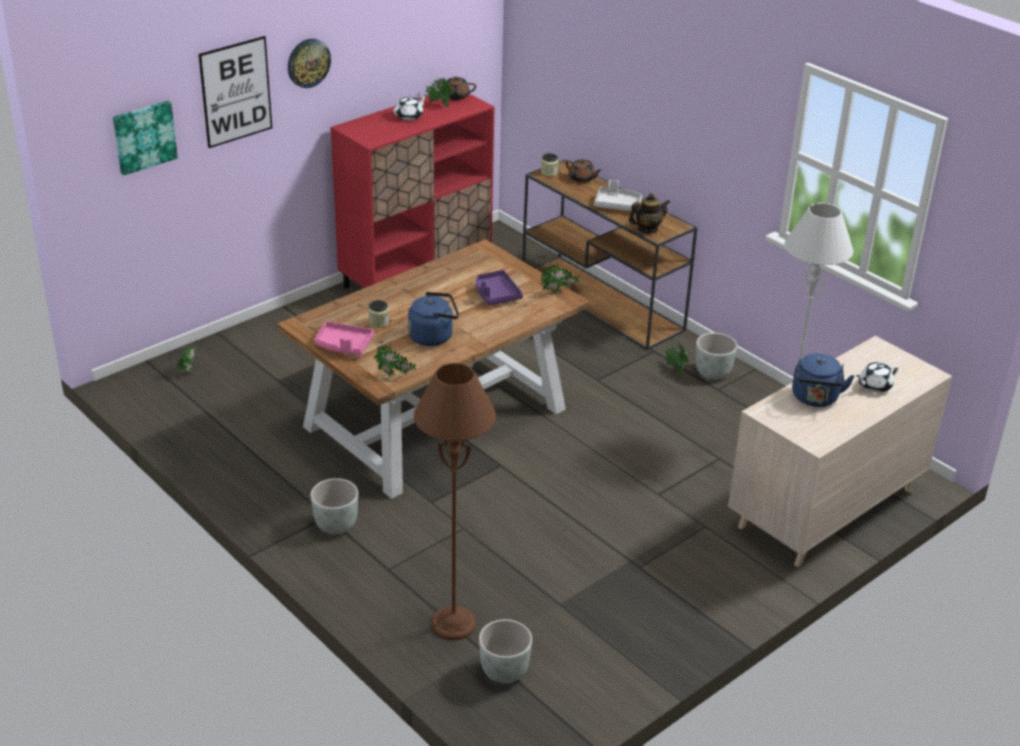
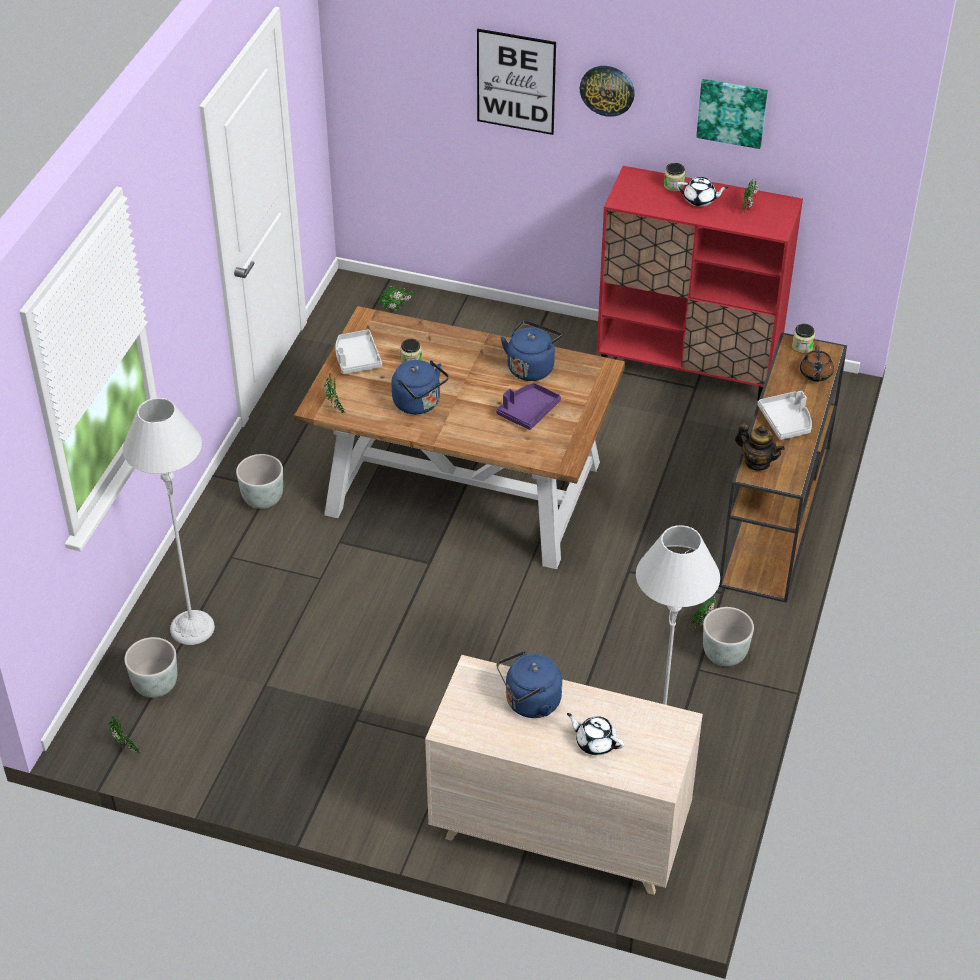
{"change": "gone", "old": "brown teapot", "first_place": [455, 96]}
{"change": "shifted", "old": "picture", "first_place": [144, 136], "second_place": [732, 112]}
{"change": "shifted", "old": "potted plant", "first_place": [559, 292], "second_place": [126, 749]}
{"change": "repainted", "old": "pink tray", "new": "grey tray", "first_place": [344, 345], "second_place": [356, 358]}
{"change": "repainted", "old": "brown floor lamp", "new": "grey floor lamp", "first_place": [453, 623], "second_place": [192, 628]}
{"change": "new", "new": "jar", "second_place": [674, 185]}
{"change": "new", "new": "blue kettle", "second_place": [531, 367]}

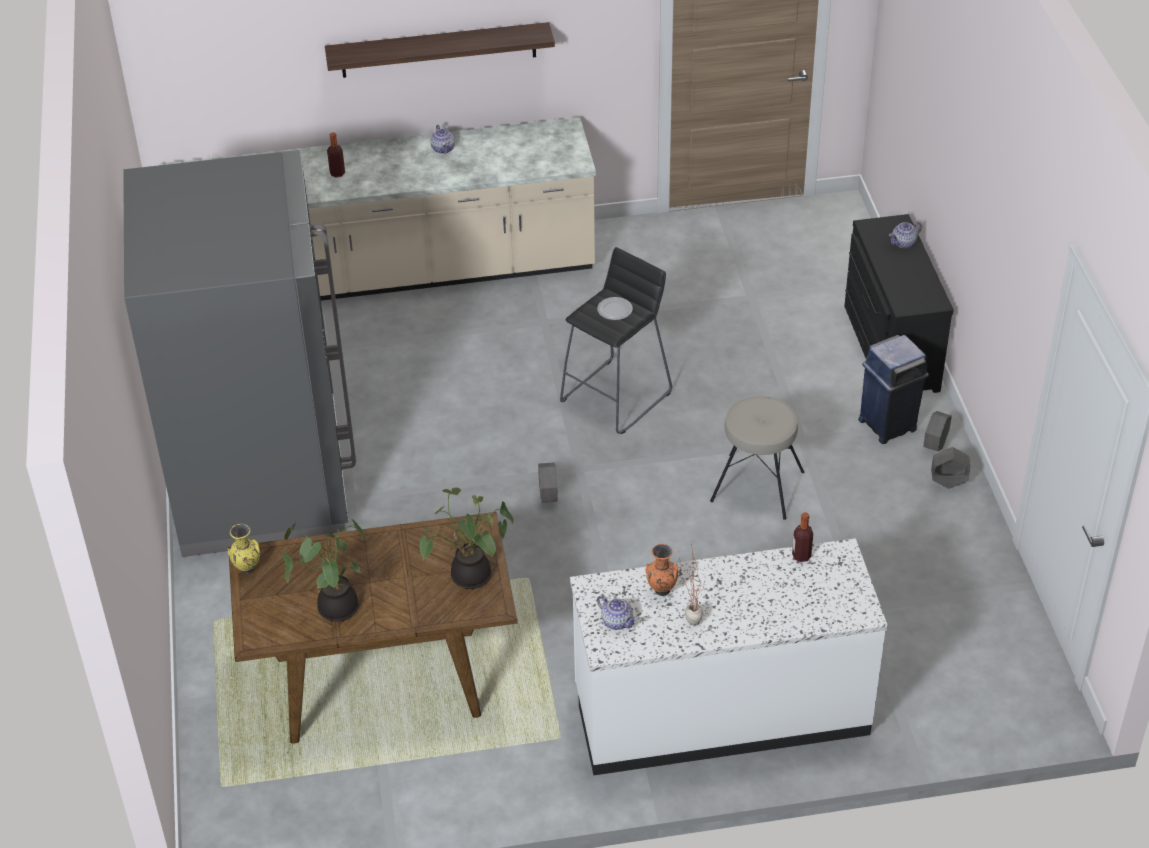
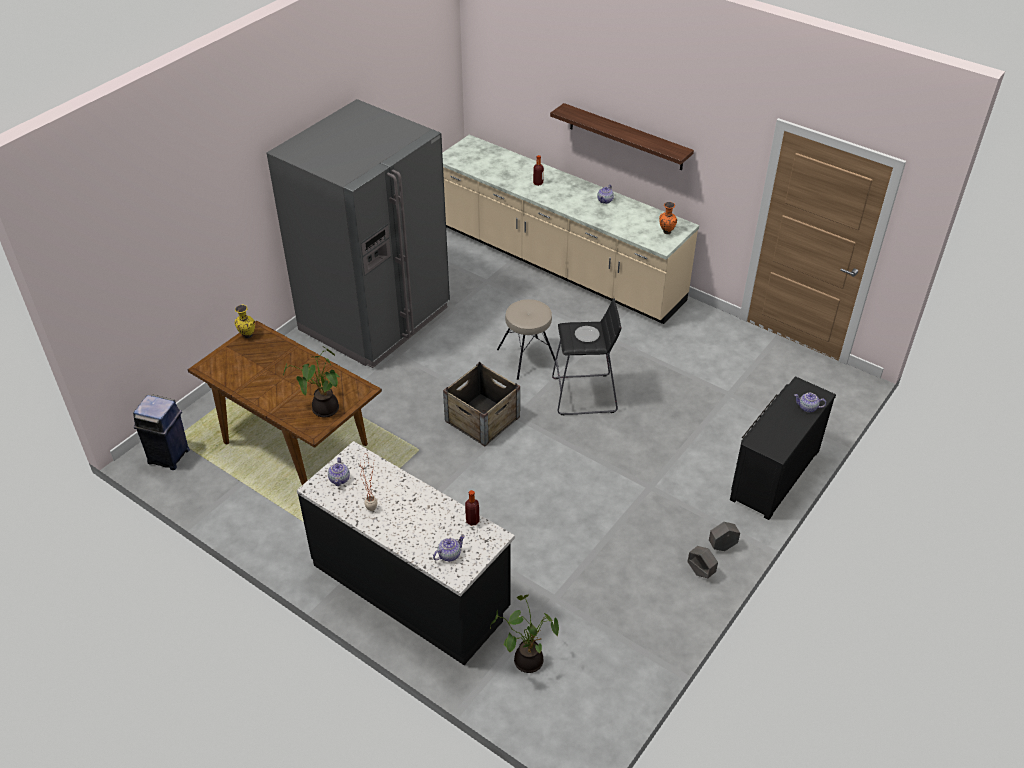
{"change": "shifted", "old": "blue trash can", "first_place": [888, 424], "second_place": [169, 456]}
{"change": "shifted", "old": "beige stool", "first_place": [757, 485], "second_place": [528, 357]}
{"change": "swapped", "old": "grey planter", "new": "crate", "first_place": [548, 497], "second_place": [482, 419]}
{"change": "shifted", "old": "potted plant", "first_place": [334, 607], "second_place": [527, 659]}
{"change": "repainted", "old": "white counter", "new": "black counter", "first_place": [720, 711], "second_place": [411, 587]}
{"change": "shifted", "old": "orange vase", "first_place": [661, 592], "second_place": [666, 232]}
{"change": "new", "new": "teapot", "second_place": [449, 555]}

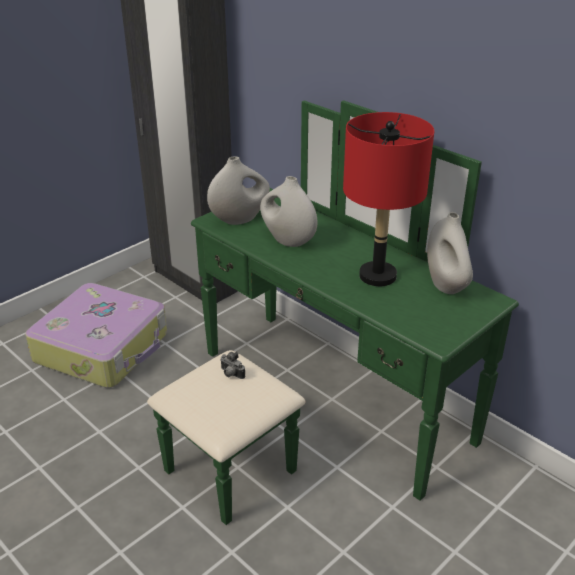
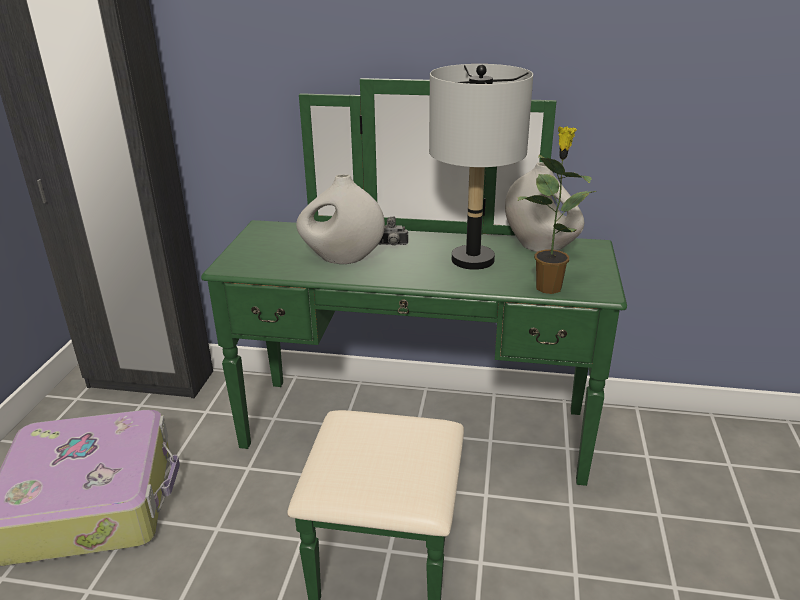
{"change": "repainted", "old": "red table lamp", "new": "grey table lamp", "first_place": [377, 276], "second_place": [472, 260]}
{"change": "gone", "old": "white vase", "first_place": [239, 219]}
{"change": "shifted", "old": "photo camera", "first_place": [231, 374], "second_place": [391, 245]}
{"change": "new", "new": "potted plant", "second_place": [548, 286]}

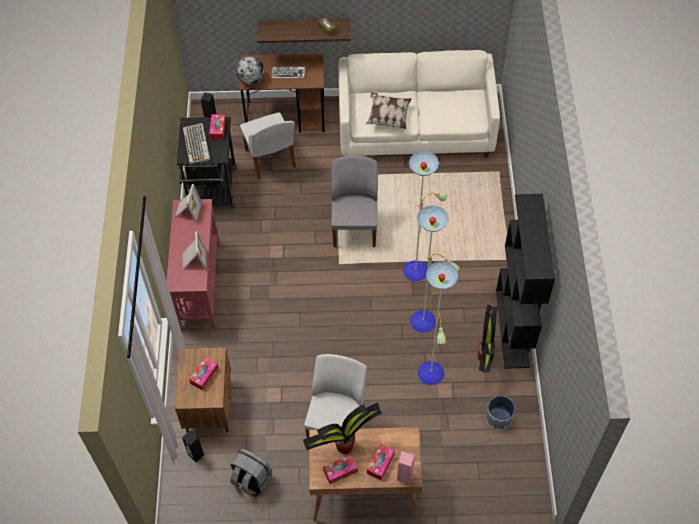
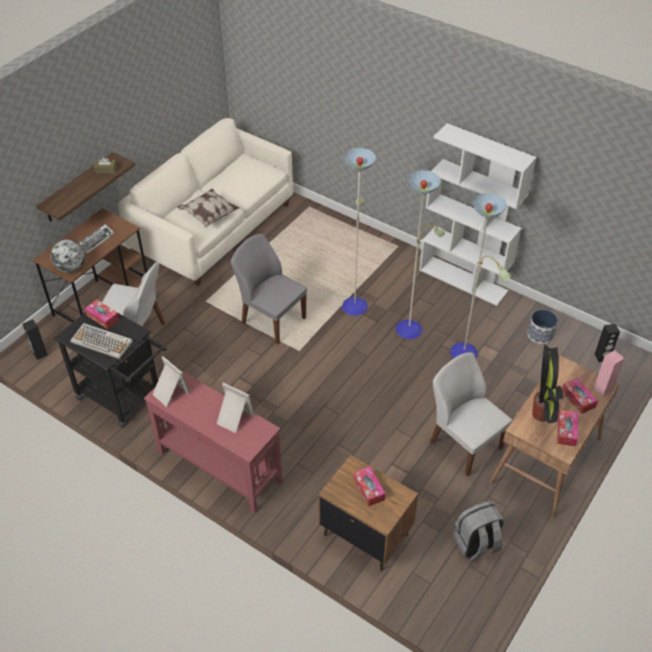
{"change": "repainted", "old": "black bookcase", "new": "white bookcase", "first_place": [513, 328], "second_place": [463, 280]}
{"change": "gone", "old": "potted plant", "first_place": [485, 357]}
{"change": "shifted", "old": "black speaker", "first_place": [195, 455], "second_place": [602, 357]}

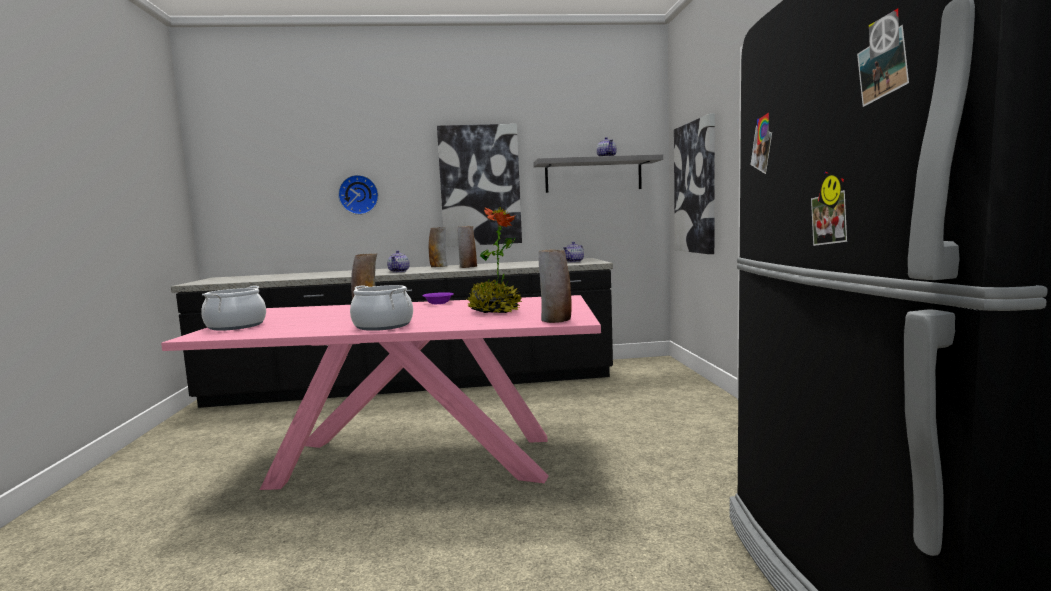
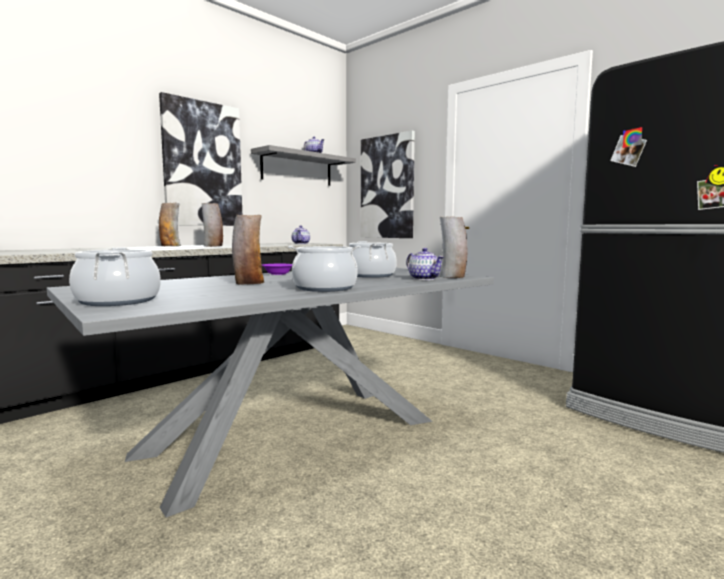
{"change": "gone", "old": "wall clock", "first_place": [359, 194]}
{"change": "swapped", "old": "potted plant", "new": "cooking pot", "first_place": [495, 311], "second_place": [370, 275]}
{"change": "shifted", "old": "teapot", "first_place": [399, 271], "second_place": [424, 278]}
{"change": "repainted", "old": "pink dining table", "new": "grey dining table", "first_place": [416, 460], "second_place": [295, 436]}

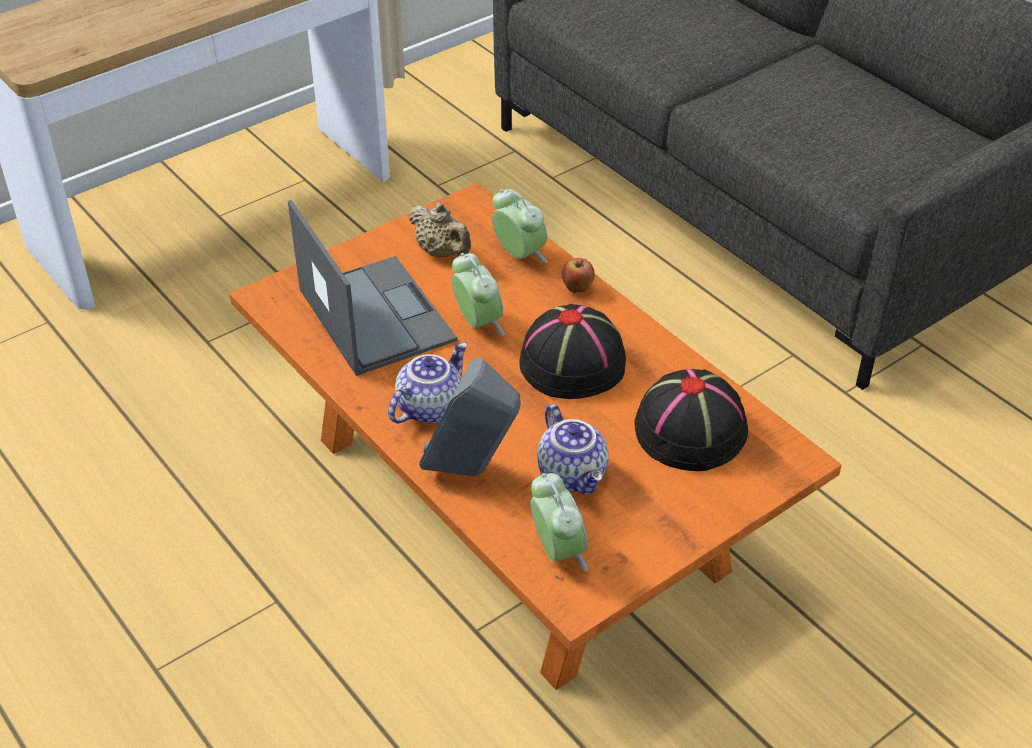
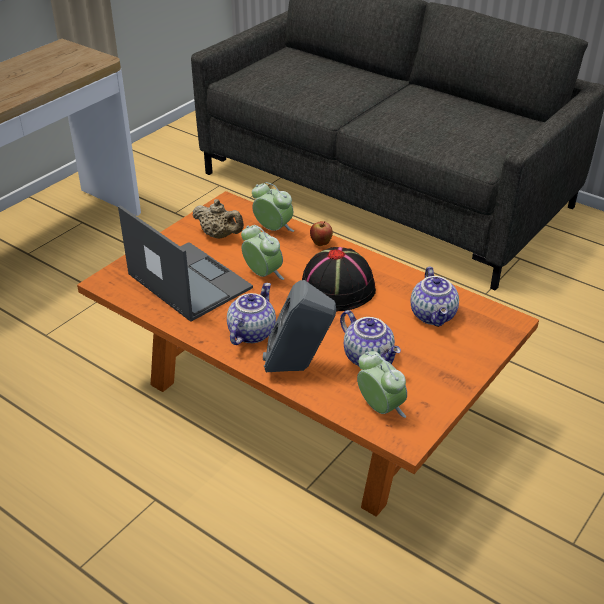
{"change": "swapped", "old": "black hat", "new": "teapot", "first_place": [691, 429], "second_place": [434, 315]}

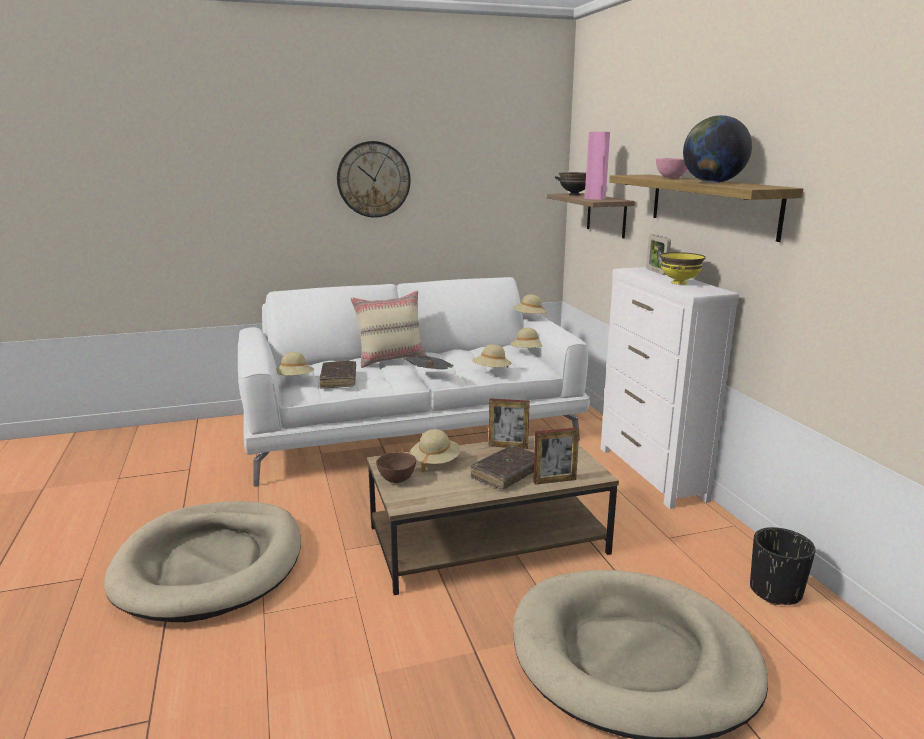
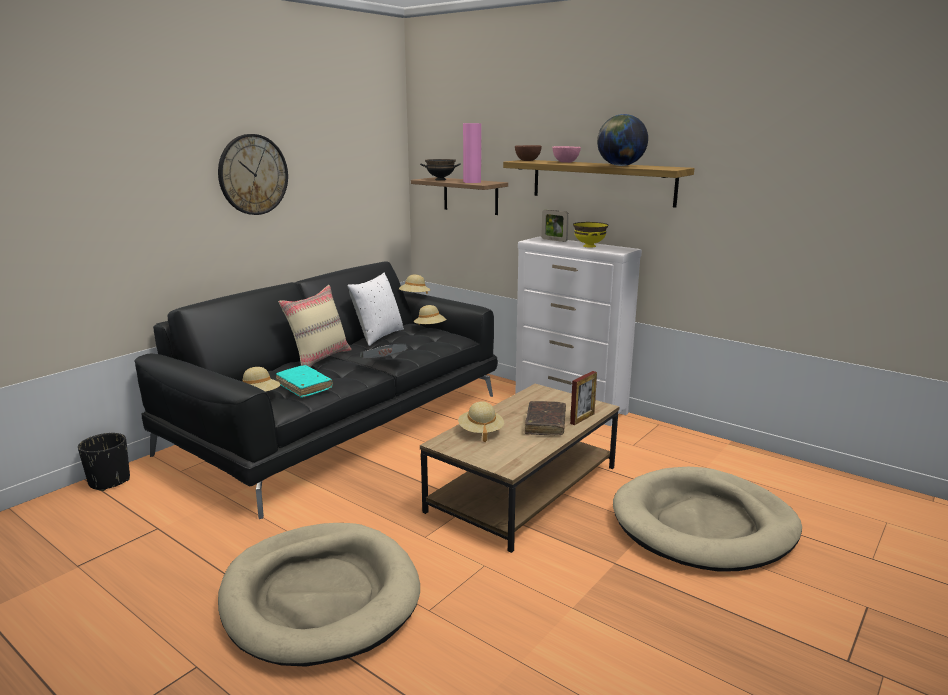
{"change": "repainted", "old": "white sofa", "new": "black sofa", "first_place": [412, 427], "second_place": [341, 423]}
{"change": "gone", "old": "beige hat", "first_place": [491, 371]}
{"change": "repainted", "old": "brown book", "new": "turquoise book", "first_place": [338, 380], "second_place": [304, 387]}
{"change": "gone", "old": "picture frame", "first_place": [508, 446]}
{"change": "shifted", "old": "brown bowl", "first_place": [396, 480], "second_place": [527, 161]}
{"change": "shifted", "old": "black planter", "first_place": [775, 591], "second_place": [109, 481]}
{"change": "new", "new": "white pillow", "second_place": [378, 336]}

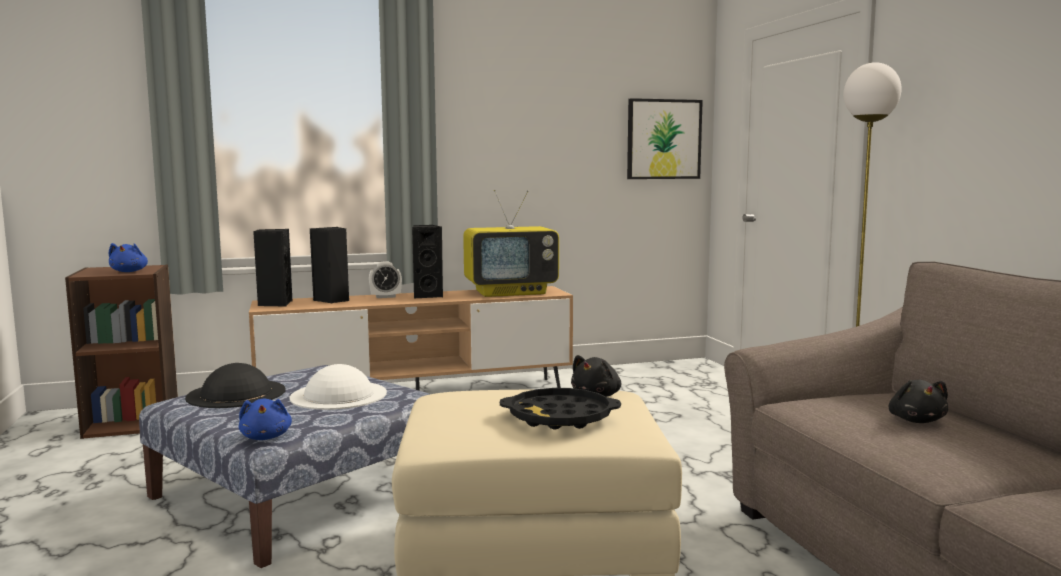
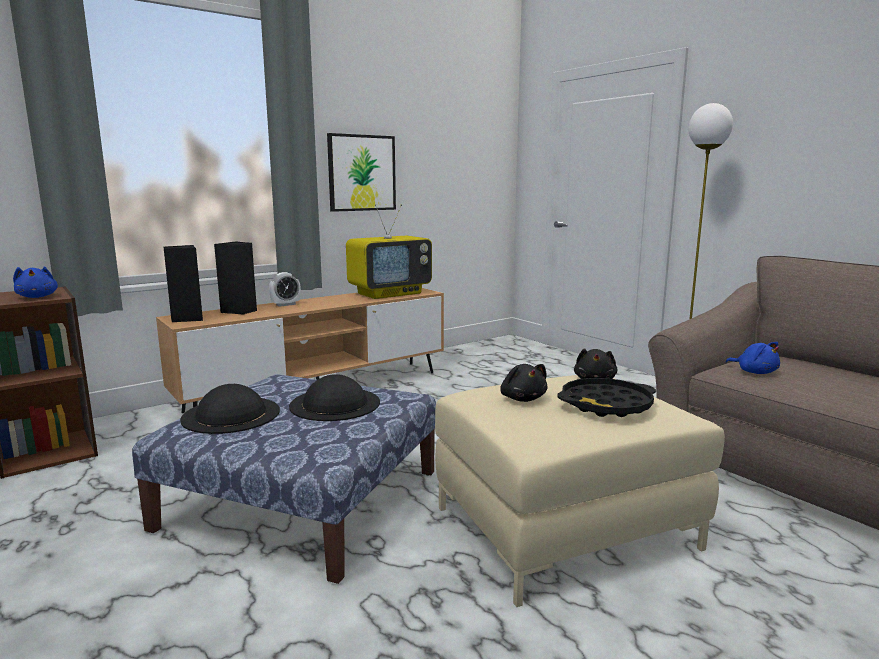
{"change": "shifted", "old": "picture", "first_place": [663, 139], "second_place": [361, 173]}
{"change": "gone", "old": "black speaker", "first_place": [427, 295]}
{"change": "repainted", "old": "white hat", "new": "black hat", "first_place": [338, 395], "second_place": [335, 403]}
{"change": "shifted", "old": "black plush toy", "first_place": [916, 420], "second_place": [522, 398]}
{"change": "shifted", "old": "blue plush toy", "first_place": [266, 437], "second_place": [755, 372]}

